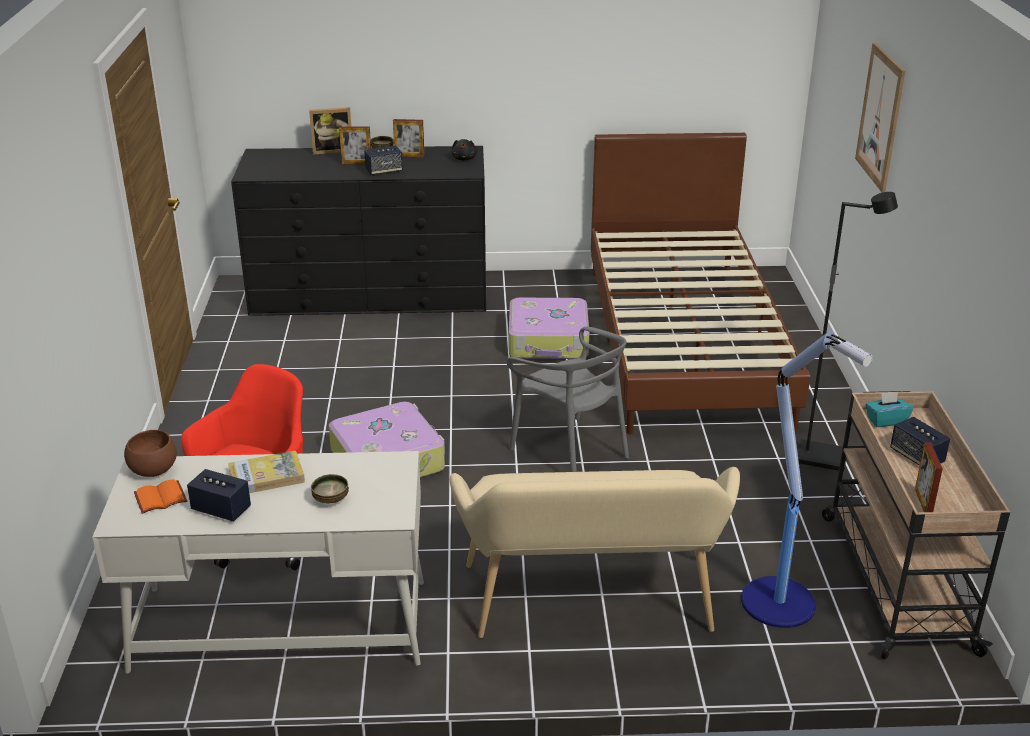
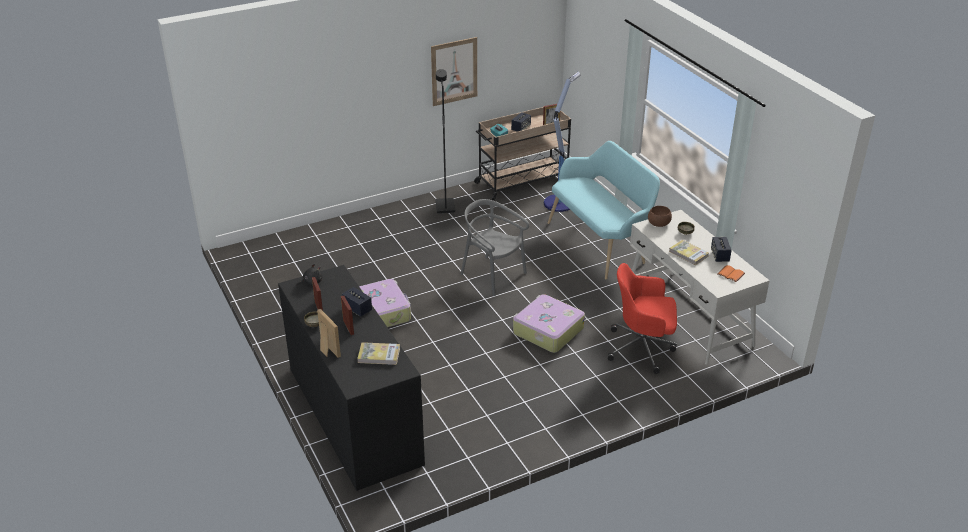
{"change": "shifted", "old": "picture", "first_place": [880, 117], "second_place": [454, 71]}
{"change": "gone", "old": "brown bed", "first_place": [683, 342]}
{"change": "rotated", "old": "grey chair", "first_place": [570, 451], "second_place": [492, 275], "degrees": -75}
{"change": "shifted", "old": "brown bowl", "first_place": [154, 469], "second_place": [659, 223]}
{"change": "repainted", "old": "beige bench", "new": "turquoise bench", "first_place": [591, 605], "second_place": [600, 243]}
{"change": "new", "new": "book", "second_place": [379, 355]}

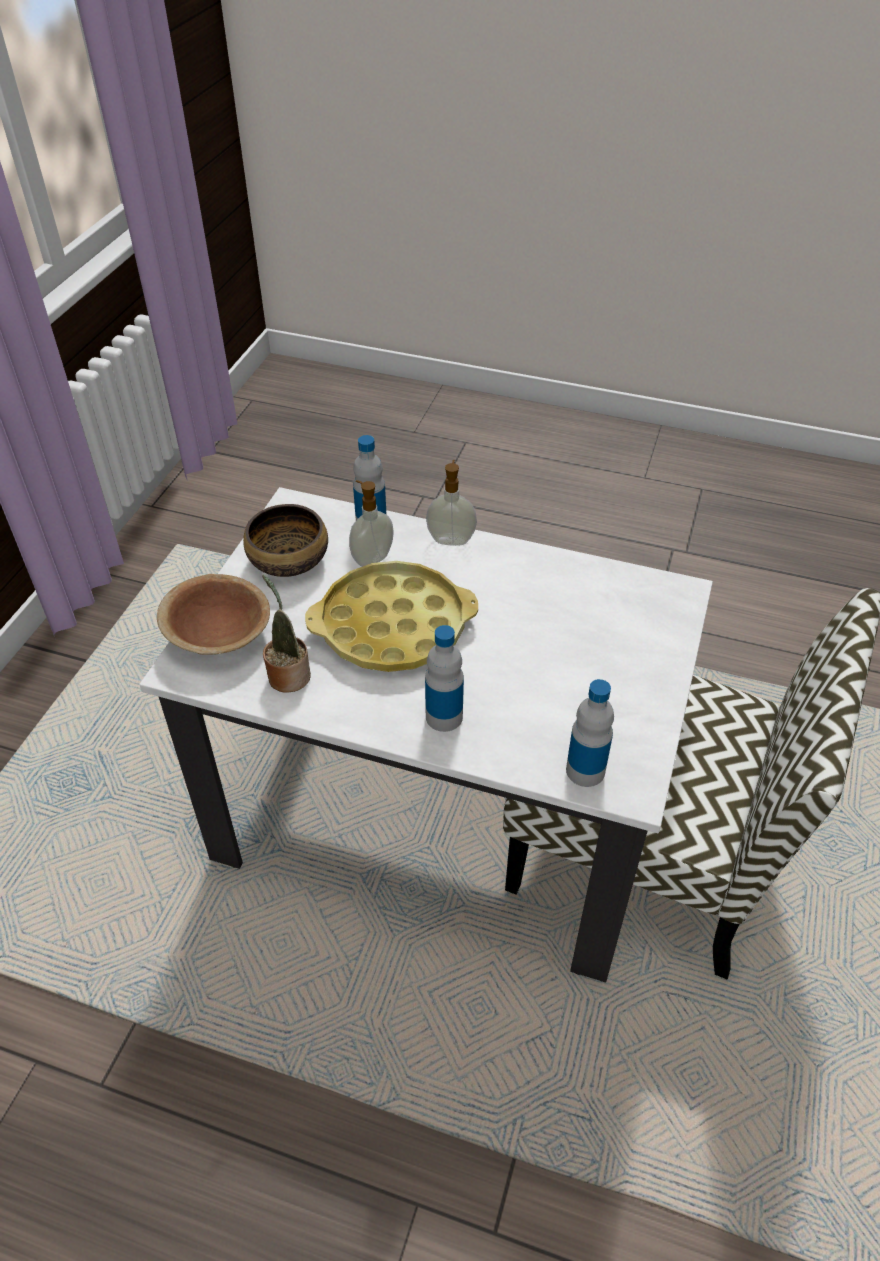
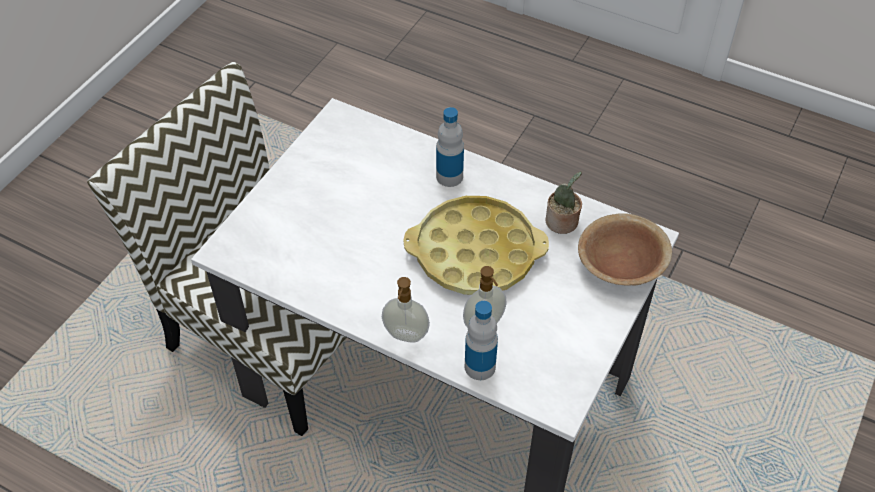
{"change": "gone", "old": "bowl", "first_place": [289, 560]}
{"change": "gone", "old": "bottle", "first_place": [585, 770]}

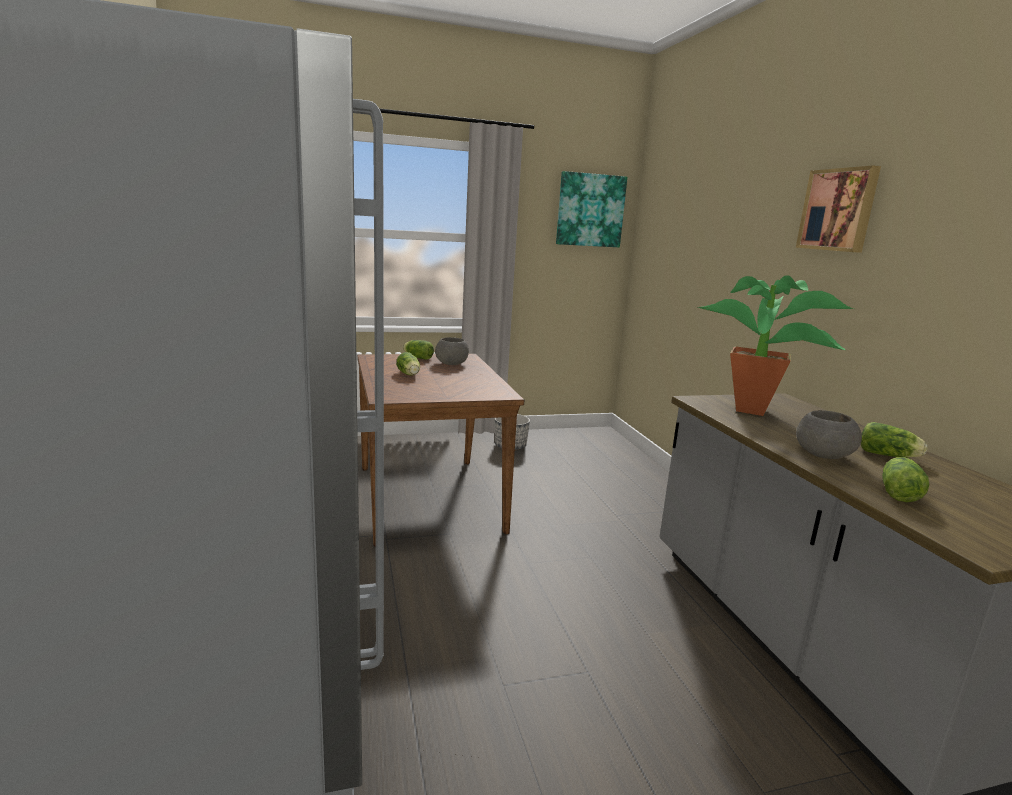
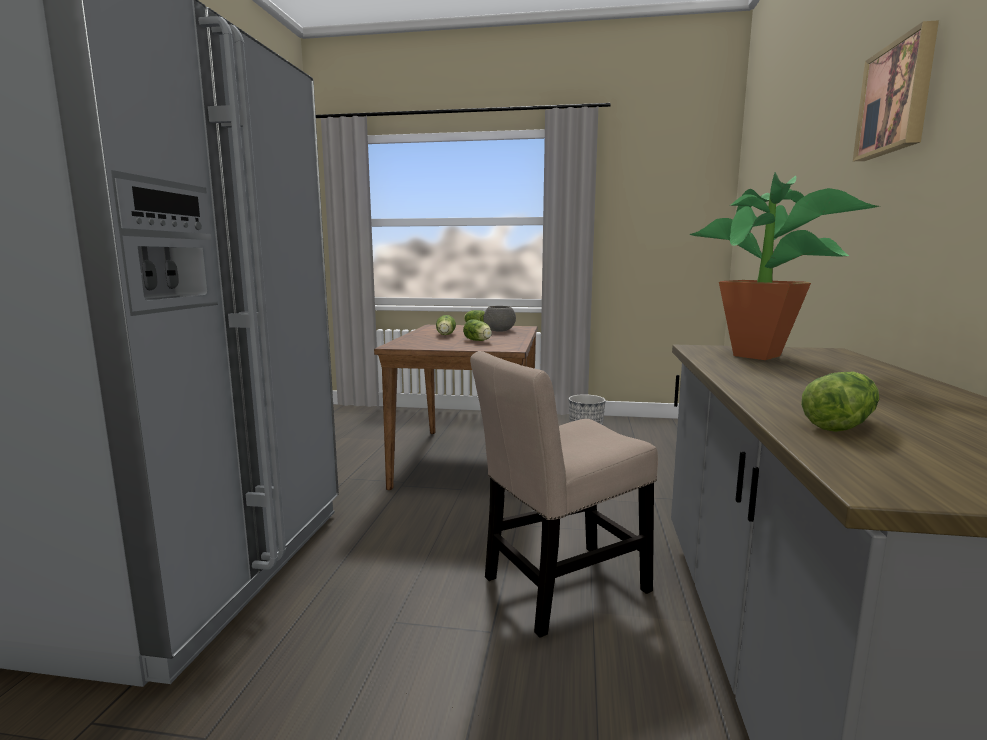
{"change": "gone", "old": "picture", "first_place": [590, 210]}
{"change": "gone", "old": "grey bowl", "first_place": [822, 455]}
{"change": "shifted", "old": "lettuce", "first_place": [889, 456], "second_place": [478, 341]}
{"change": "new", "new": "beige chair", "second_place": [559, 588]}

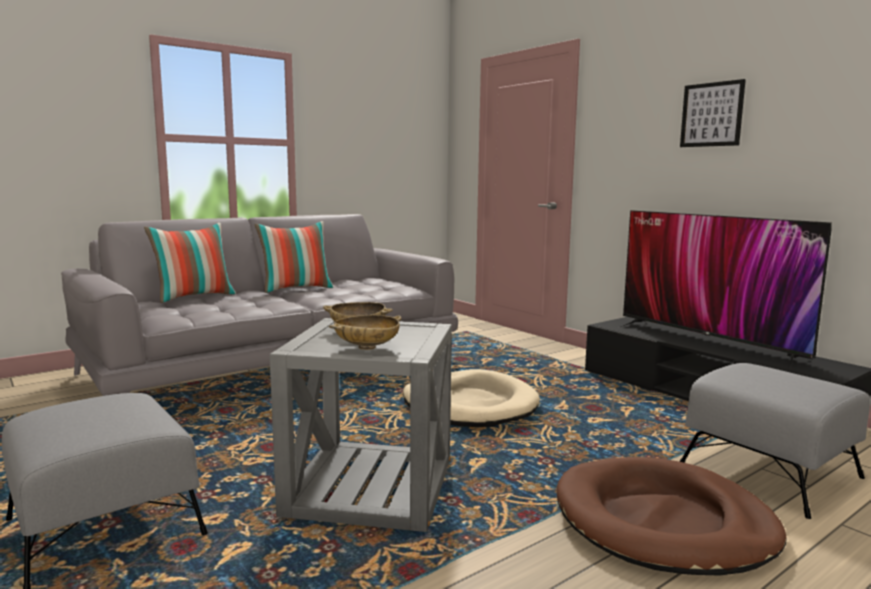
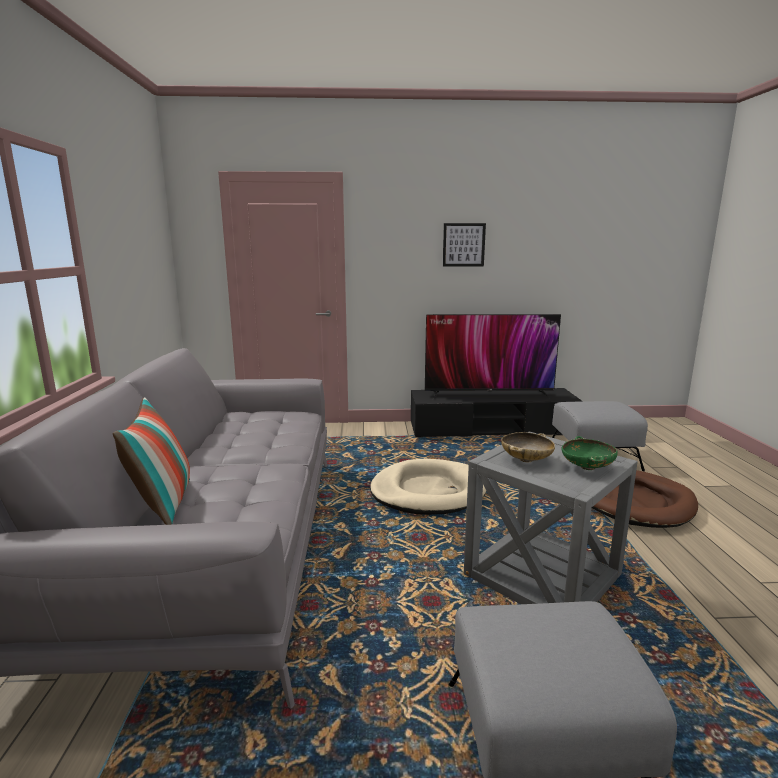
{"change": "gone", "old": "pillow", "first_place": [296, 289]}
{"change": "repainted", "old": "beige bowl", "new": "green bowl", "first_place": [366, 347], "second_place": [587, 467]}

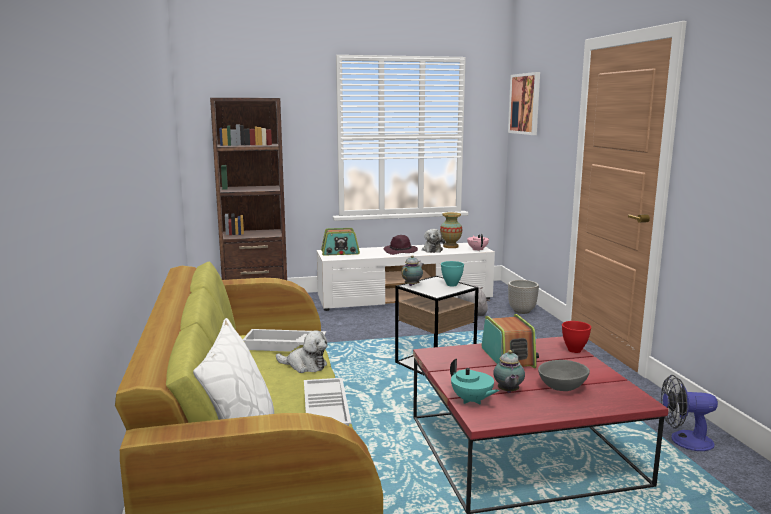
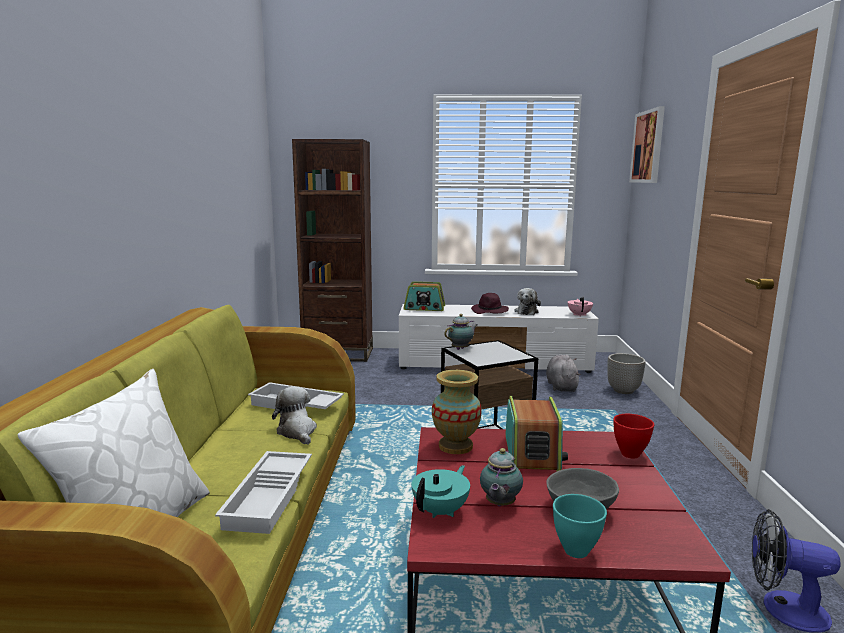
{"change": "shifted", "old": "vase", "first_place": [450, 246], "second_place": [455, 446]}
{"change": "shifted", "old": "turquoise bowl", "first_place": [452, 285], "second_place": [577, 551]}
{"change": "rotated", "old": "plush toy", "first_place": [305, 365], "second_place": [297, 432], "degrees": -150}
{"change": "rotated", "old": "turquoise teapot", "first_place": [472, 400], "second_place": [441, 511], "degrees": -120}

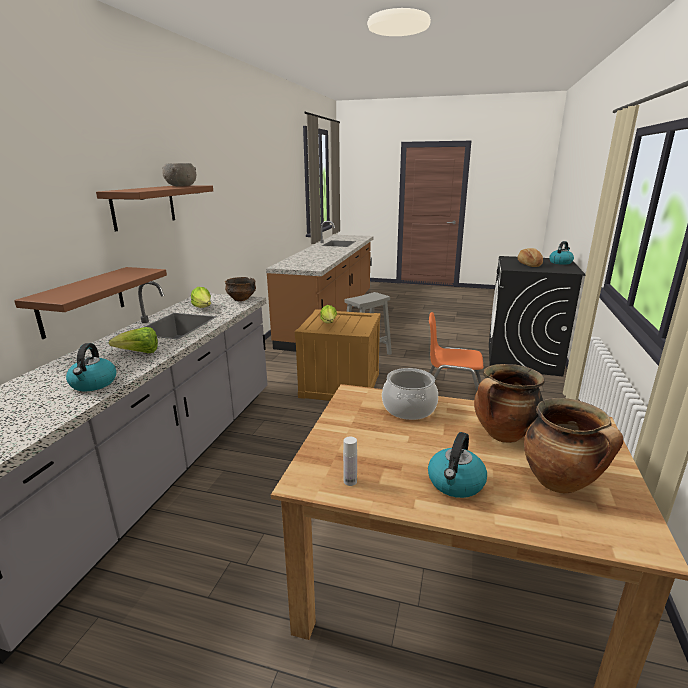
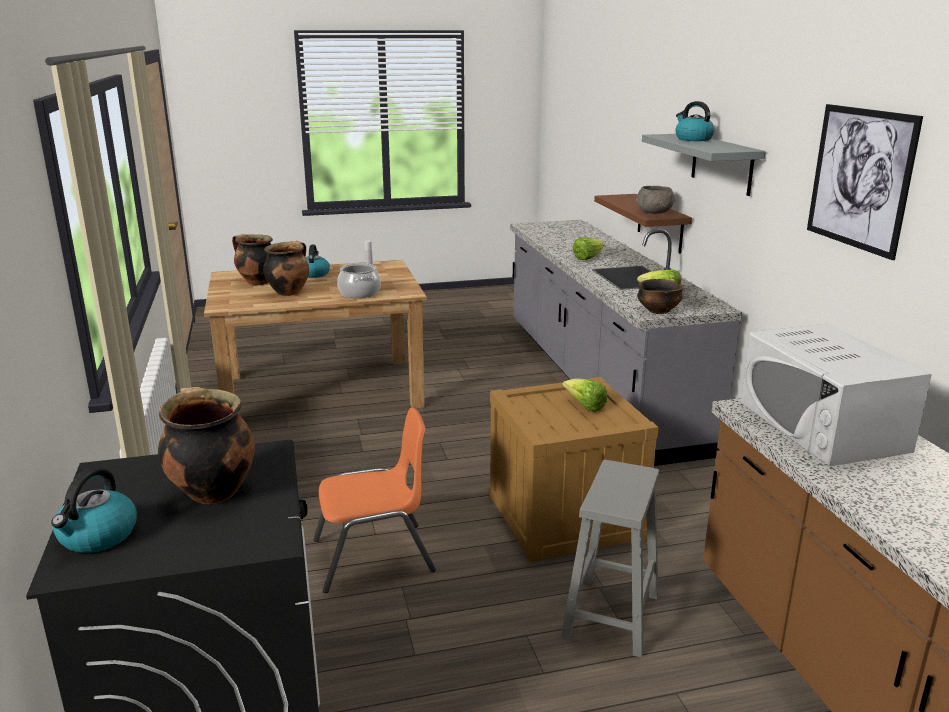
{"change": "shifted", "old": "grey bowl", "first_place": [181, 186], "second_place": [655, 212]}
{"change": "repainted", "old": "brown shelf", "new": "grey shelf", "first_place": [144, 206], "second_place": [721, 163]}
{"change": "swapped", "old": "bread", "new": "cooking pot", "first_place": [529, 264], "second_place": [211, 491]}
{"change": "shifted", "old": "kettle", "first_place": [93, 384], "second_place": [693, 139]}
{"change": "new", "new": "picture", "second_place": [860, 178]}
{"change": "new", "new": "white microwave", "second_place": [821, 426]}

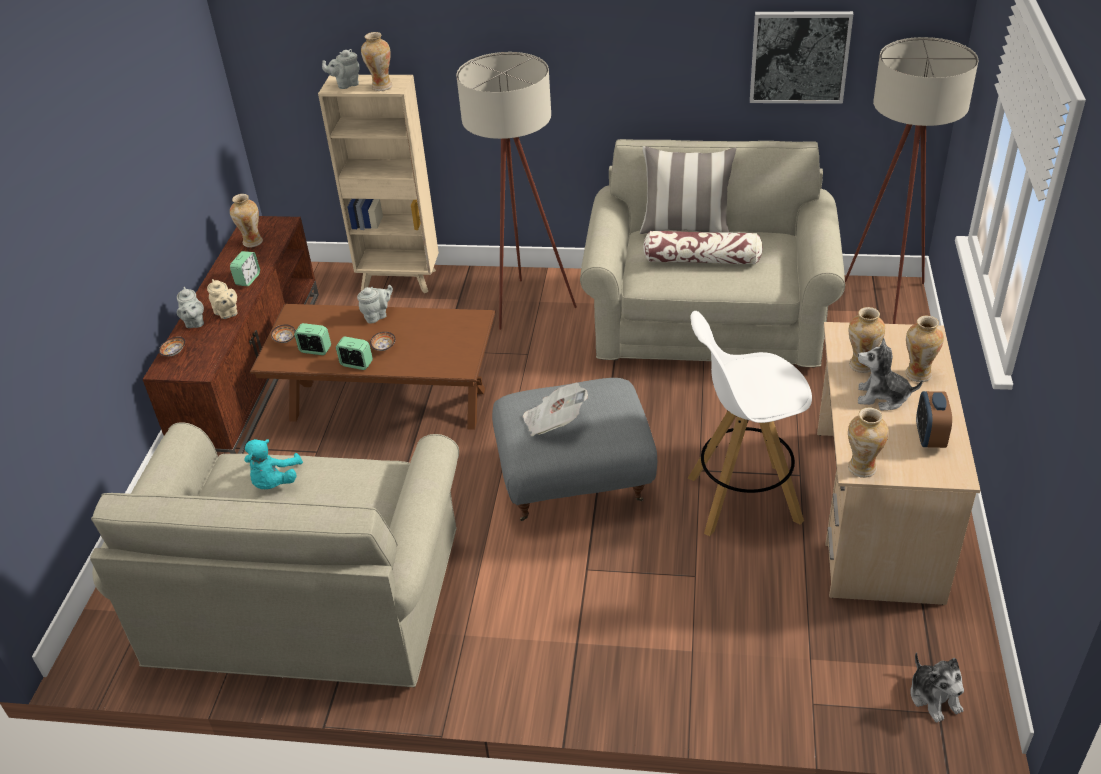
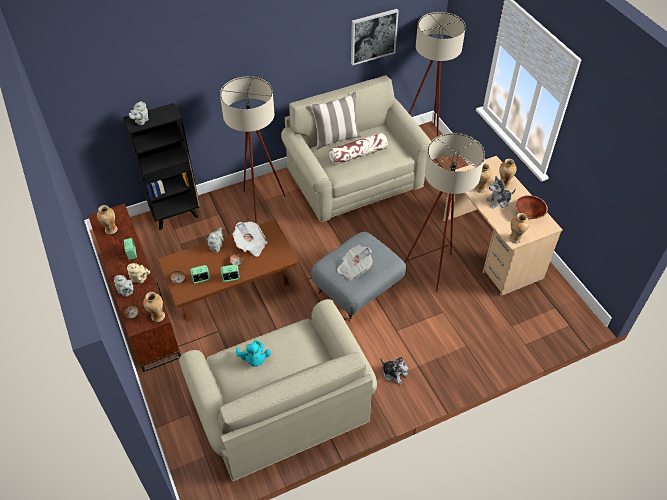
{"change": "shifted", "old": "vase", "first_place": [381, 86], "second_place": [157, 316]}
{"change": "repainted", "old": "beige bookcase", "new": "black bookcase", "first_place": [400, 280], "second_place": [177, 215]}
{"change": "swapped", "old": "white stool", "new": "beige floor lamp", "first_place": [742, 499], "second_place": [435, 266]}
{"change": "swapped", "old": "alarm clock", "new": "brown bowl", "first_place": [929, 438], "second_place": [529, 213]}
{"change": "shifted", "old": "plush toy", "first_place": [934, 697], "second_place": [394, 373]}
{"change": "new", "new": "newspaper", "second_place": [251, 244]}

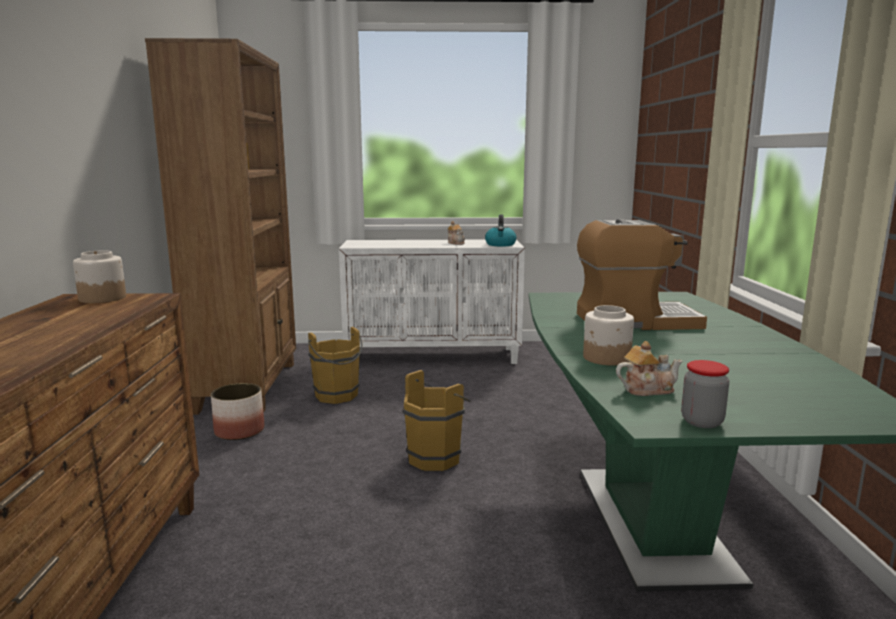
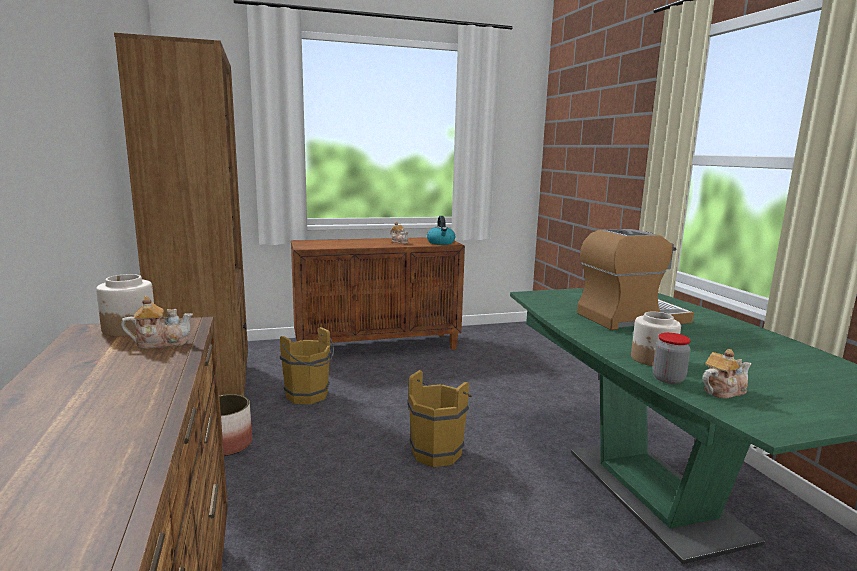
{"change": "repainted", "old": "white cabinet", "new": "brown cabinet", "first_place": [433, 356], "second_place": [378, 347]}
{"change": "shifted", "old": "jar", "first_place": [702, 422], "second_place": [668, 379]}
{"change": "new", "new": "teapot", "second_place": [160, 343]}

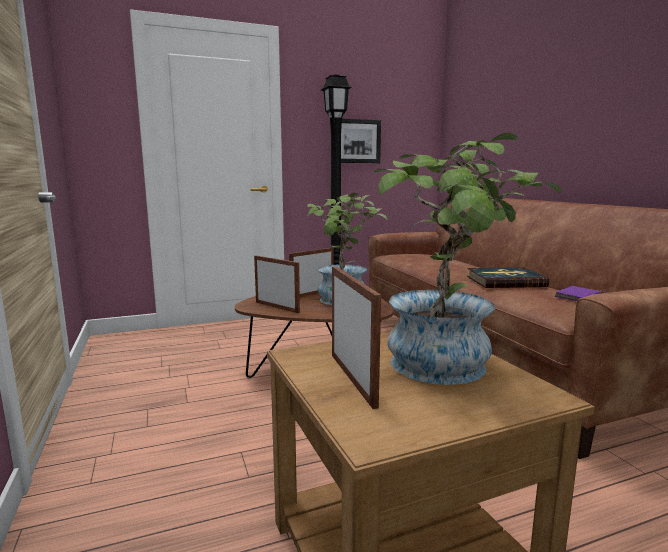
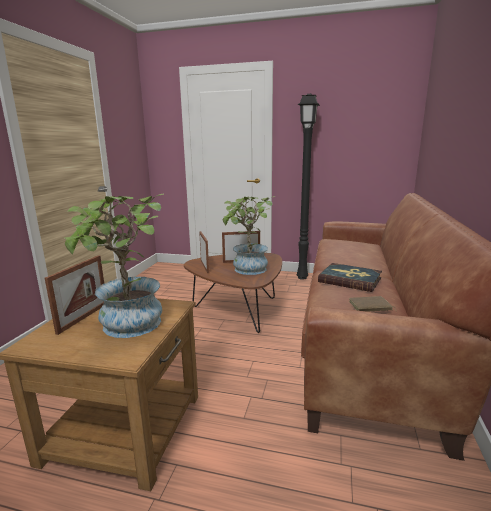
{"change": "gone", "old": "picture", "first_place": [357, 141]}
{"change": "repainted", "old": "purple book", "new": "brown book", "first_place": [579, 297], "second_place": [370, 307]}

